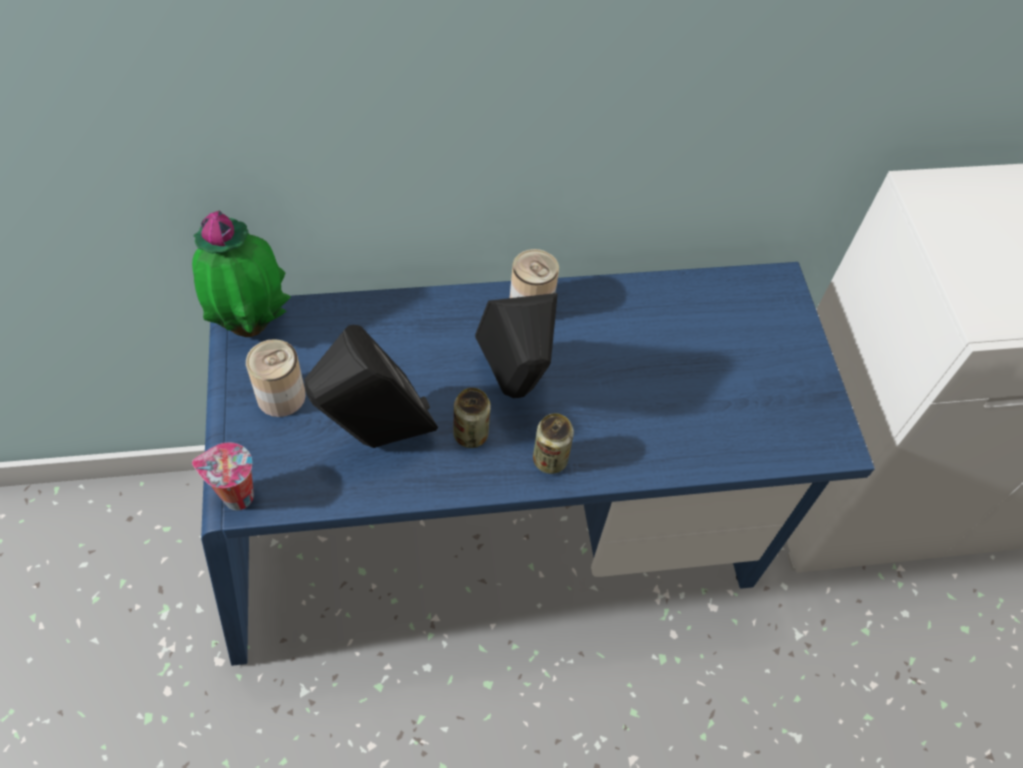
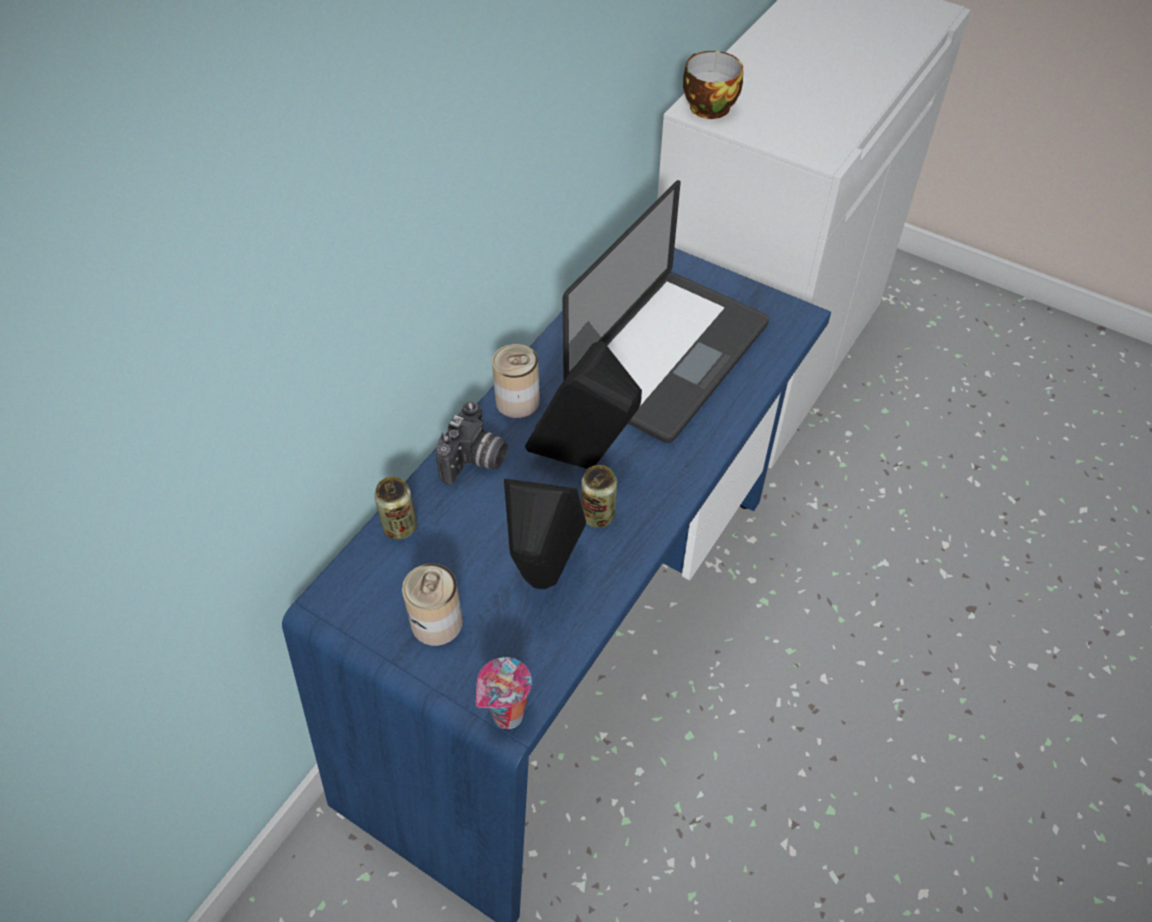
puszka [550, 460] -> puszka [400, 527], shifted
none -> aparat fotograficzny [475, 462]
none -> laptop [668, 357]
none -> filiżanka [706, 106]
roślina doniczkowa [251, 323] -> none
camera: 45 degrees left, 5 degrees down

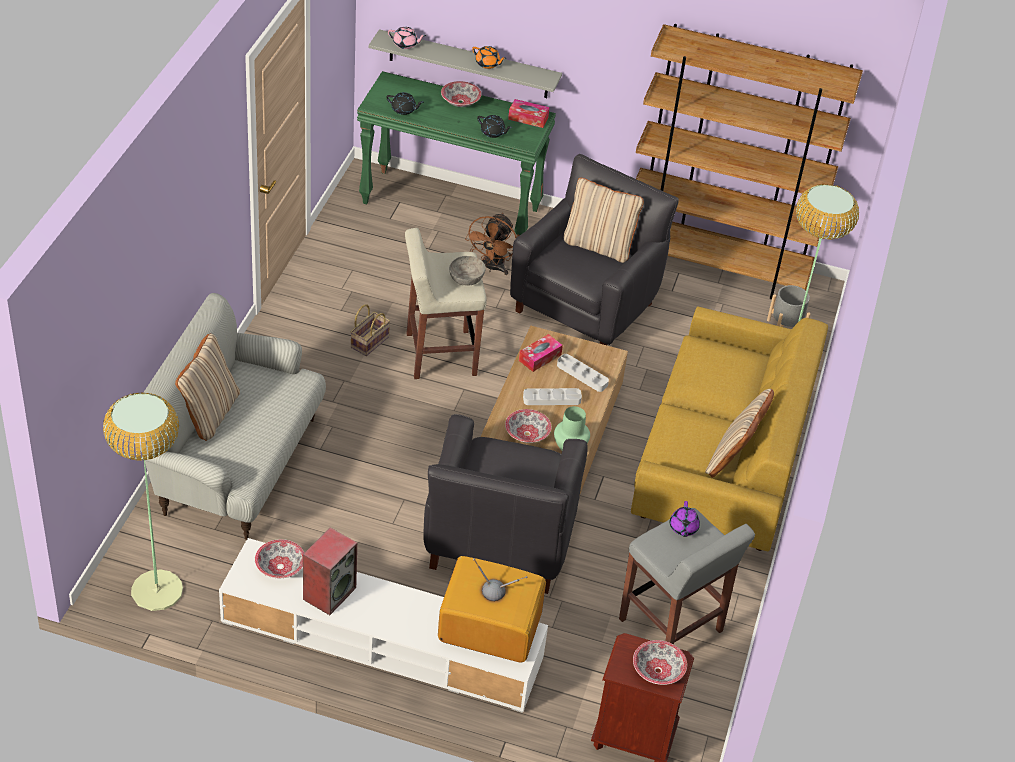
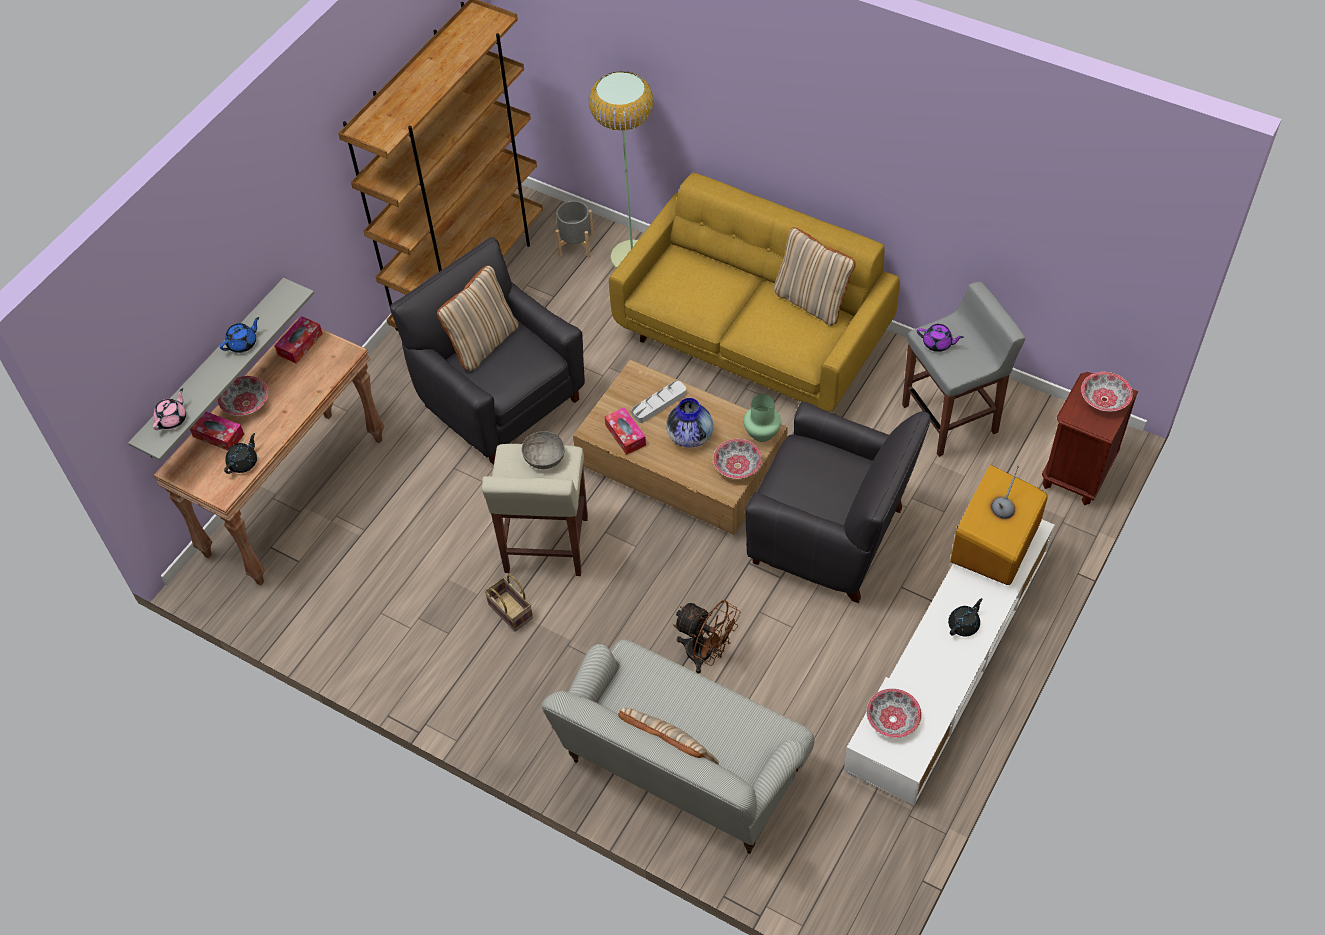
stolik konsolowy/zielony [451, 206] -> stolik konsolowy/brązowy [295, 495]
none -> pudełko chusteczek [218, 435]
imbryk/pomarańczowy [487, 64] -> imbryk/niebieski [243, 343]
taca/szary [552, 399] -> wazon [690, 436]
wentylator/brązowy [491, 268] -> wentylator/brązowy [706, 654], shifted
imbryk/czarny [493, 133] -> imbryk/czarny [964, 625], shifted
lampa stojąca [157, 590] -> none
głośnik [329, 592] -> none
camera: 70 degrees left, 10 degrees up

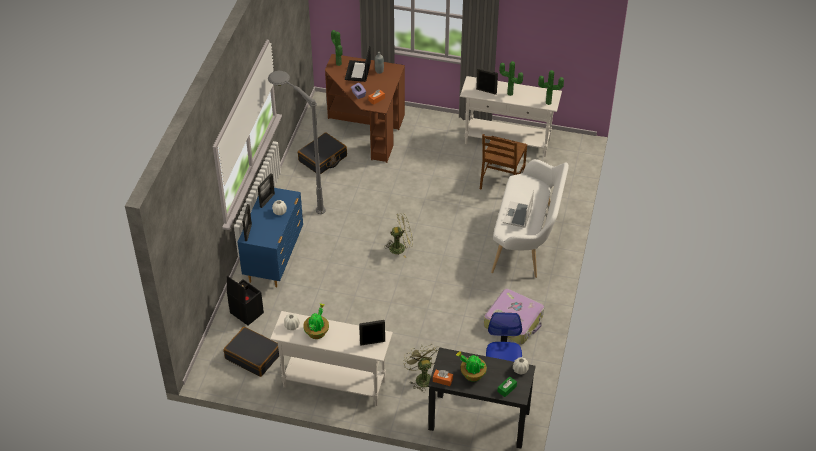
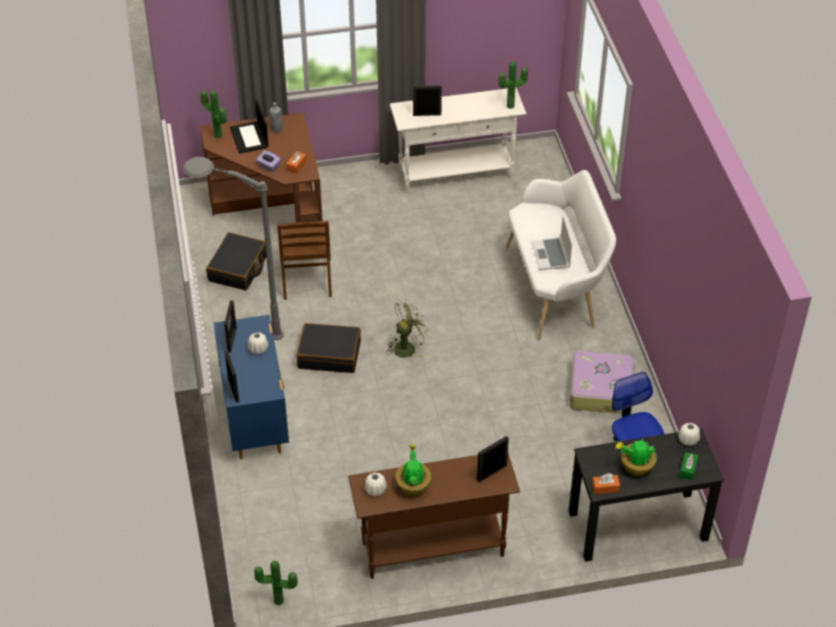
roślina doniczkowa [509, 94] -> roślina doniczkowa [279, 603], shifted
krzesło/brązowy [501, 180] -> krzesło/brązowy [307, 279], shifted
walizka/czarny [253, 356] -> walizka/czarny [329, 354], shifted
stolik konsolowy/biały [334, 383] -> stolik konsolowy/brązowy [432, 549]
pojemnik do przechowywania/czarny [246, 312] -> none
wentylator/zielony [422, 377] -> none
camera: 25 degrees left, 0 degrees up

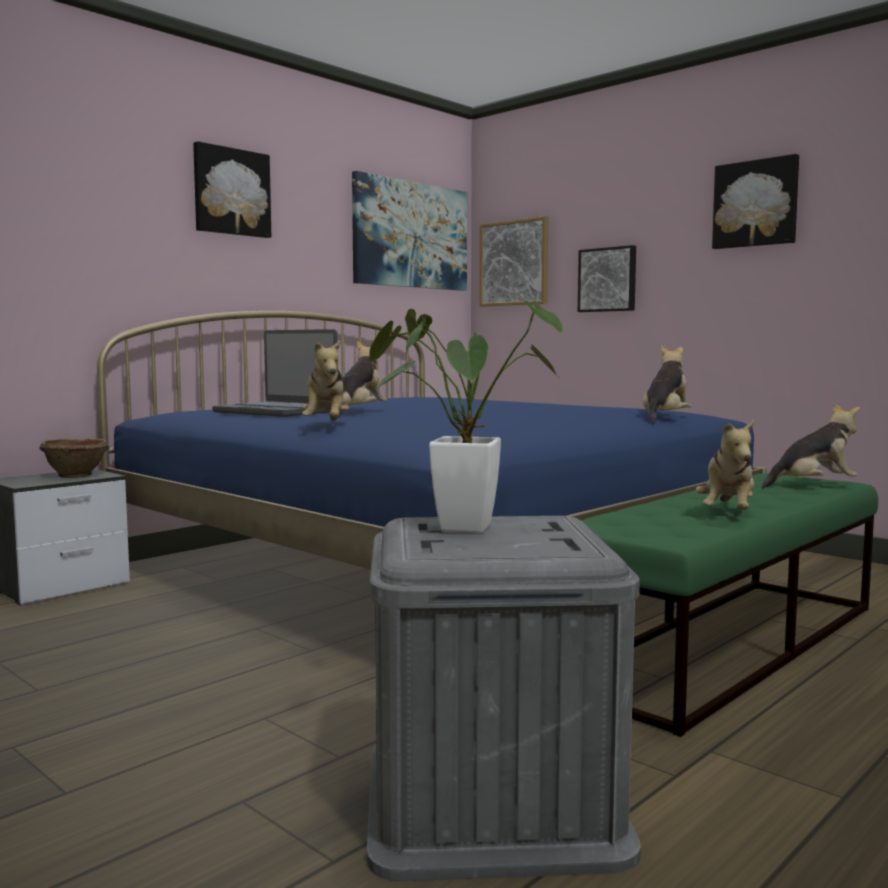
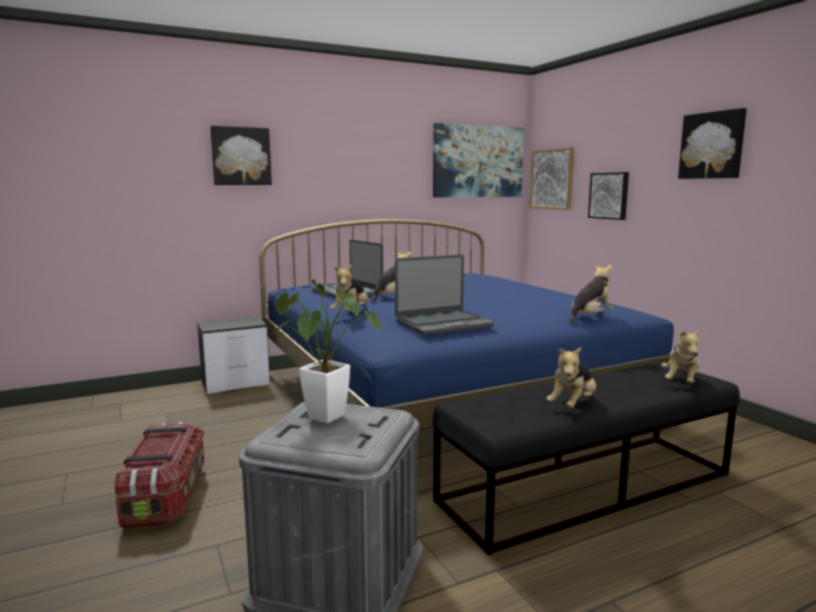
none -> pojemnik do przechowywania [166, 496]
obraz [231, 192] -> obraz [241, 156], shifted
none -> laptop [443, 324]
ławka/zielony [726, 643] -> ławka/czarny [588, 487]
pluszak [813, 486] -> pluszak [681, 381], 105 degrees clockwise
miska/brązowy [76, 475] -> none
camera: 20 degrees right, 5 degrees up

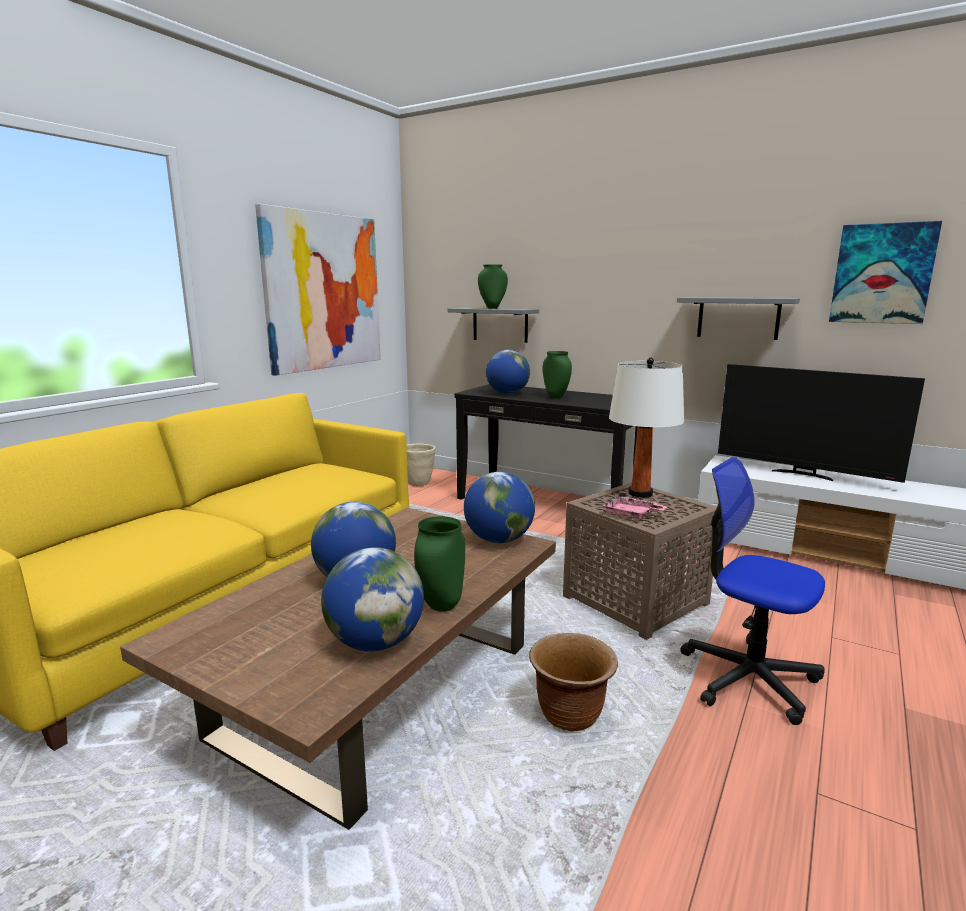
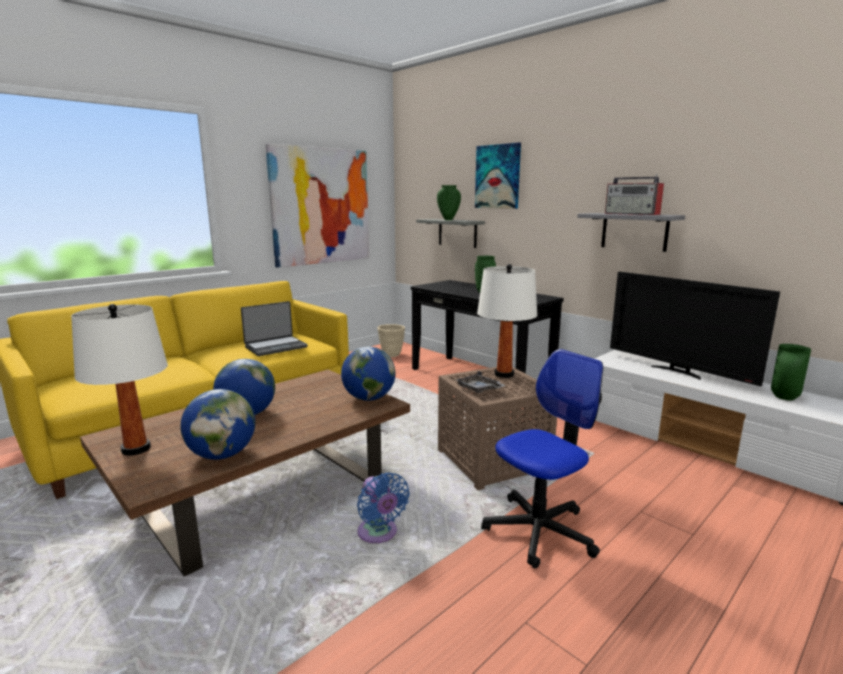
none -> lampa stołowa/biały [136, 449]
none -> laptop [275, 347]
donica/brązowy [570, 716] -> wentylator/niebieski [379, 534]
taca/różowy [632, 514] -> taca/szary [479, 389]
obraz [882, 274] -> obraz [498, 176], shifted
krzesło biurowe [748, 678] -> krzesło biurowe [539, 531], 90 degrees clockwise
none -> radio [632, 214]
wazon/zielony [440, 606] -> wazon/zielony [783, 397], shifted
globus [507, 393] -> none
camera: 15 degrees right, 0 degrees up

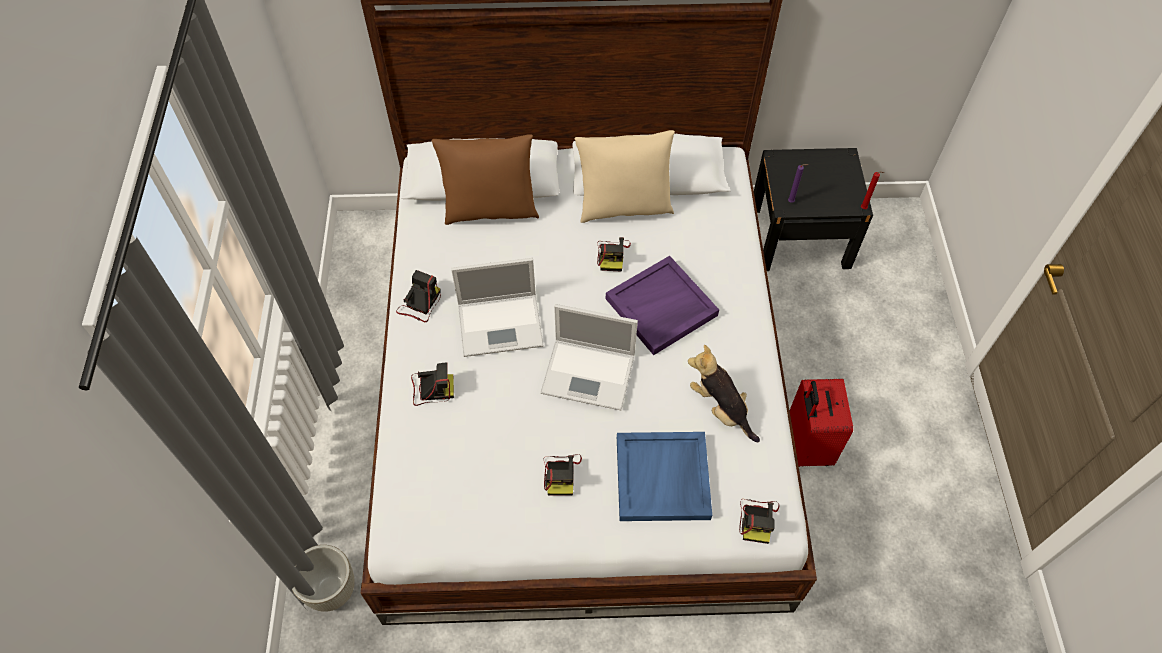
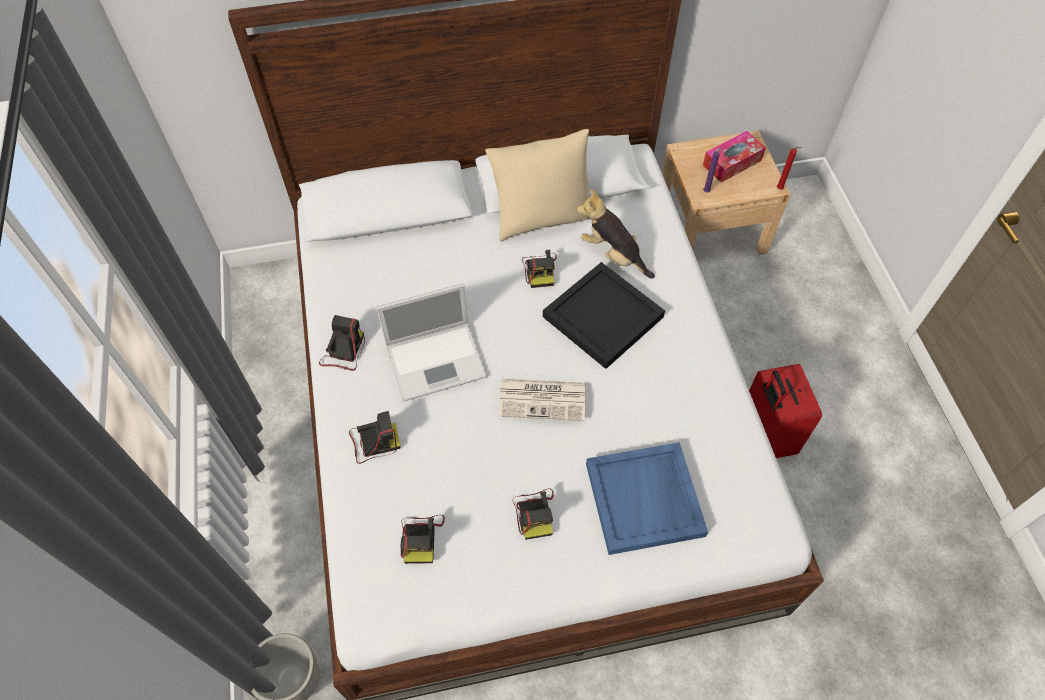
aparat fotograficzny [757, 519] -> aparat fotograficzny [421, 538], shifted
laptop [590, 374] -> gazeta [543, 399]
taca/fioletowy [661, 308] -> taca/czarny [603, 318]
pluszak [720, 408] -> pluszak [613, 254], shifted
szafka nocna/czarny [799, 237] -> szafka nocna/beżowy [710, 229]
none -> pudełko chusteczek [732, 163]
poduszka/brązowy [490, 210] -> none
camera: 10 degrees left, 0 degrees up

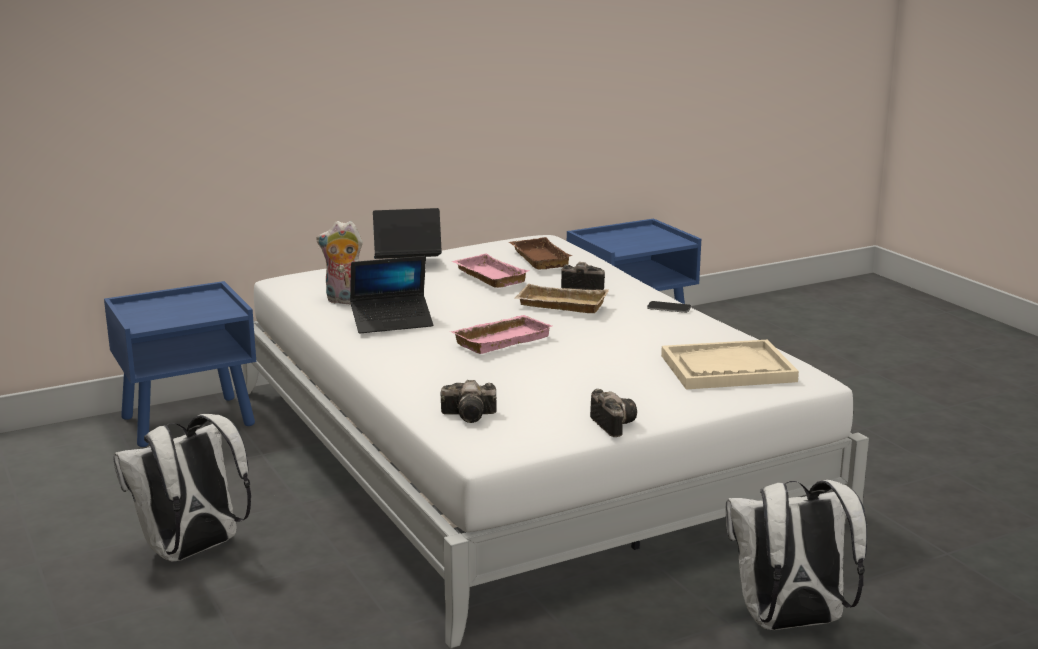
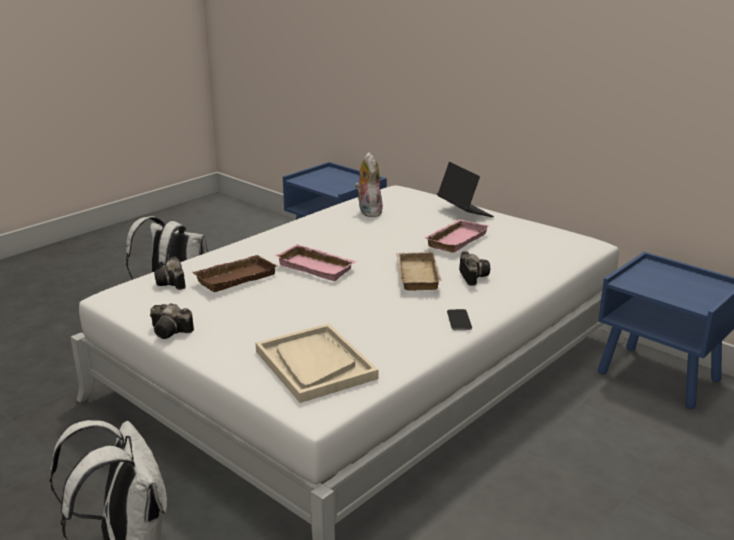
aparat fotograficzny [612, 424] -> aparat fotograficzny [172, 331], 60 degrees clockwise
taca/brązowy [537, 259] -> taca/brązowy [235, 277], shifted
laptop [392, 322] -> none
camera: 70 degrees right, 5 degrees up

